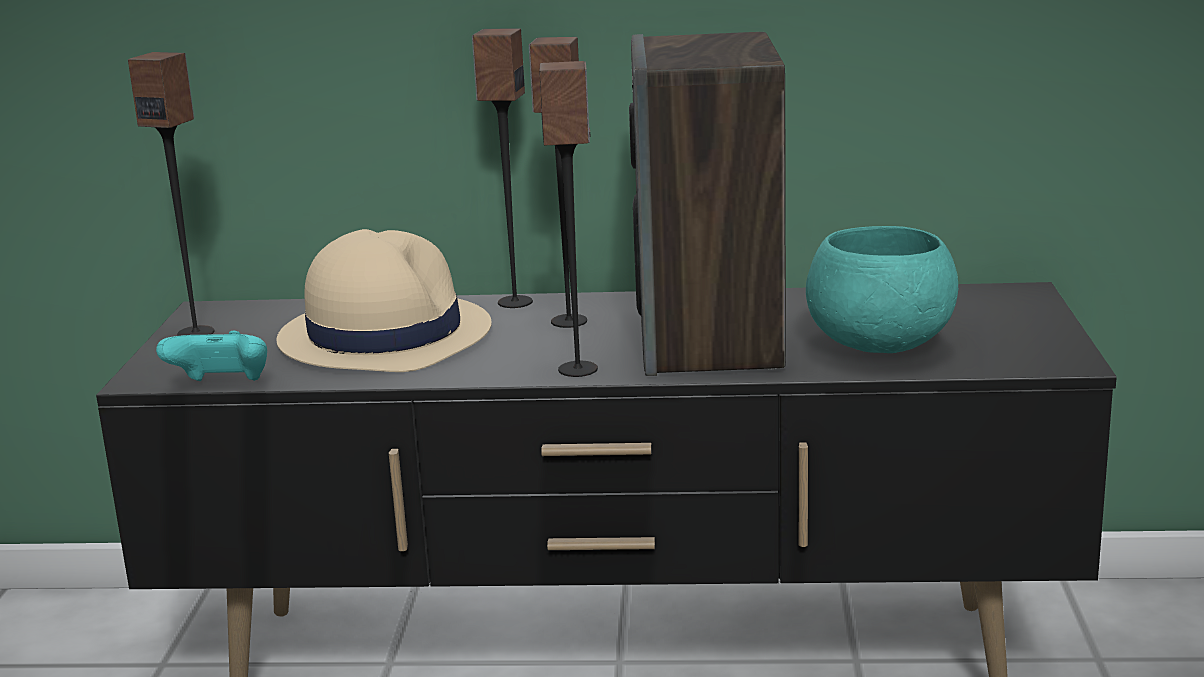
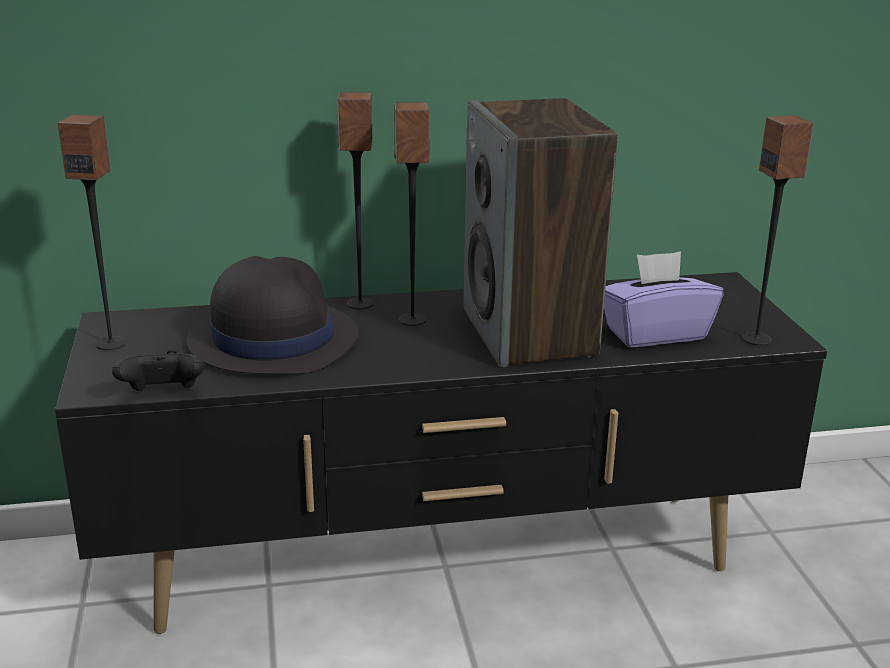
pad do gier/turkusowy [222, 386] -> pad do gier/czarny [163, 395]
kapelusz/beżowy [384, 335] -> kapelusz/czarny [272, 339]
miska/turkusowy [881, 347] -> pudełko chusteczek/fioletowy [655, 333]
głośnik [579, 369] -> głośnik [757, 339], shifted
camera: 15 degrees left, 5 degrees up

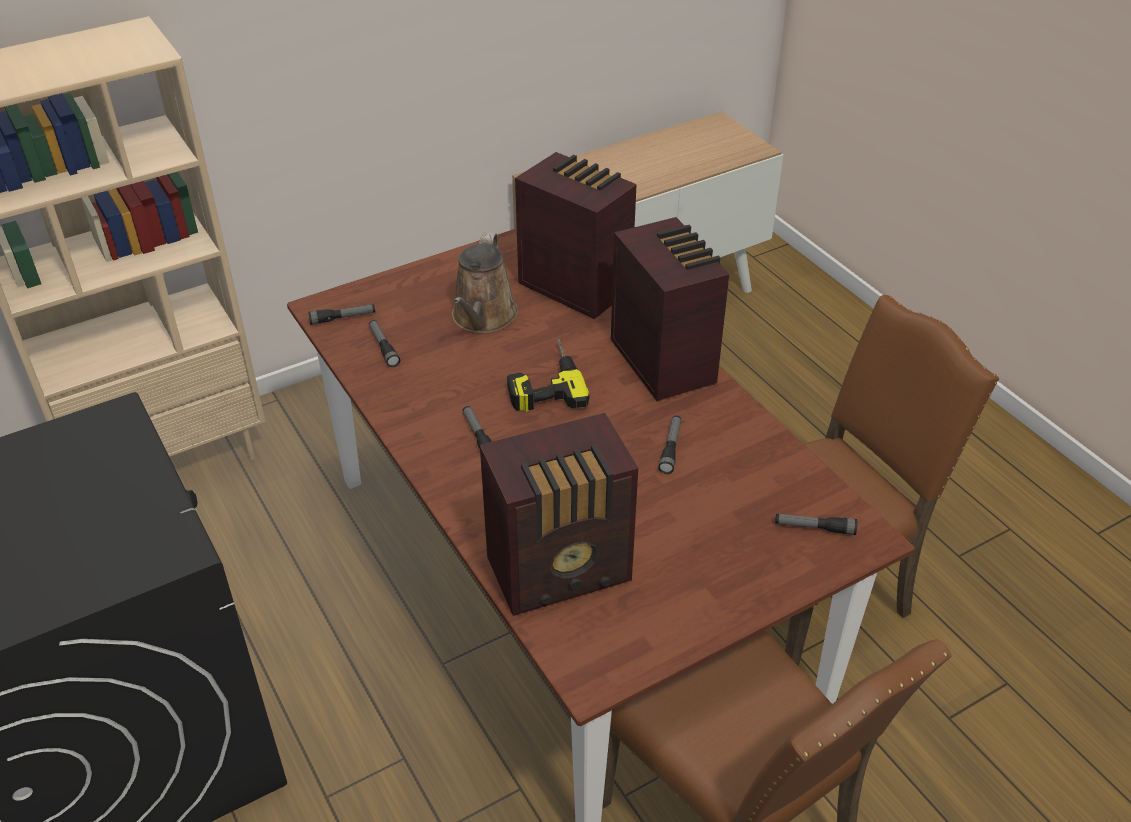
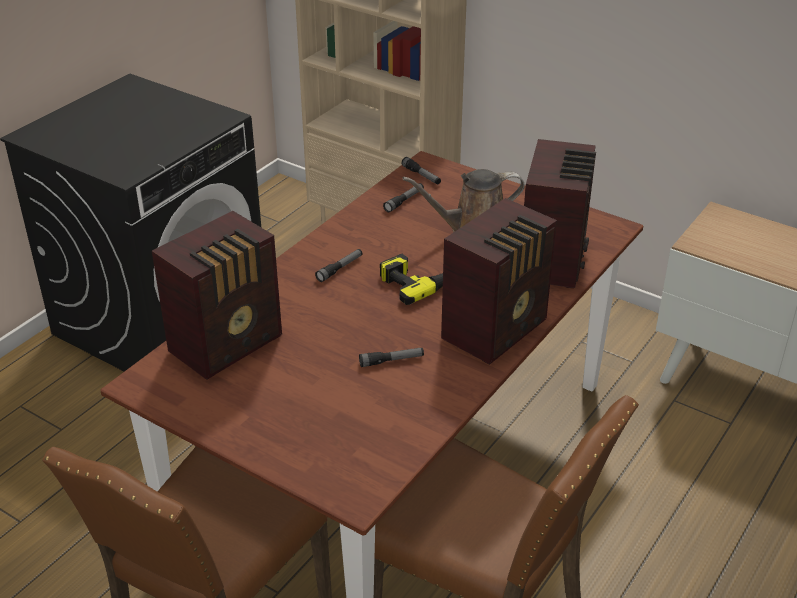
radio [562, 571] -> radio [229, 344], 90 degrees counterclockwise
latarka [814, 528] -> none
camera: 65 degrees right, 5 degrees down

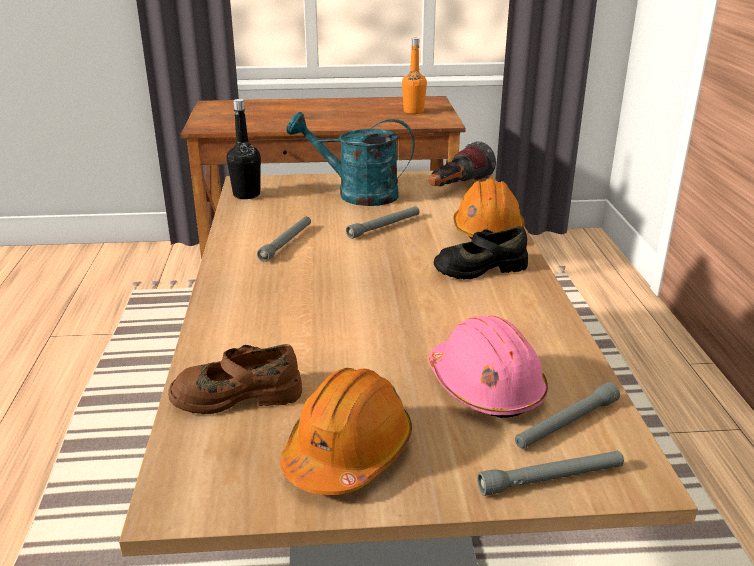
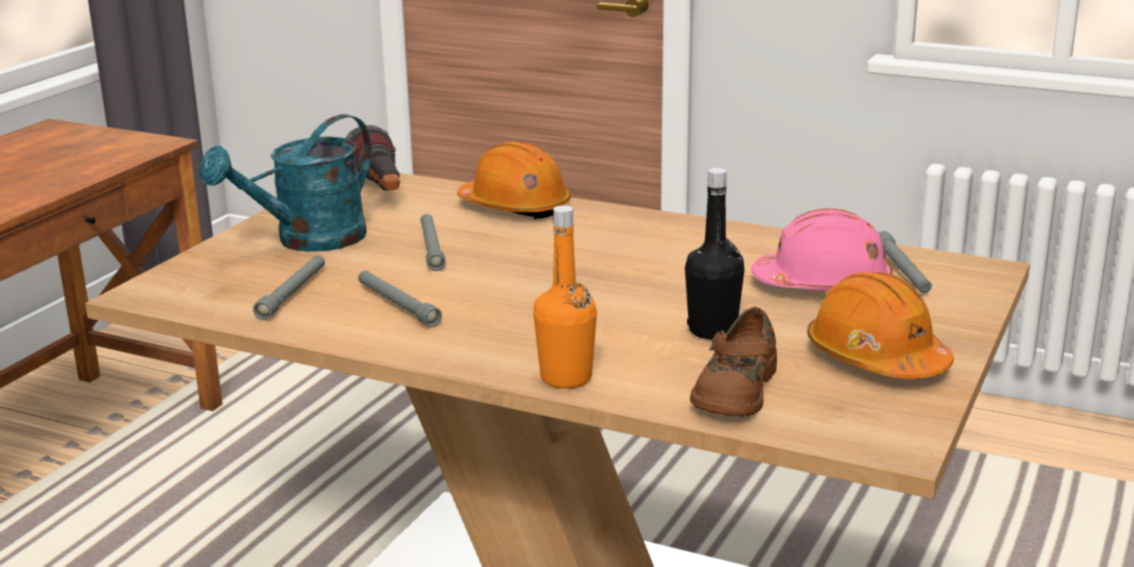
latarka/szary [551, 479] -> latarka/szary [293, 294], shifted
butelka/pomarańczowy [413, 111] -> butelka/pomarańczowy [566, 378], shifted
butelka/czarny [246, 194] -> butelka/czarny [712, 330], shifted
but/czarny [479, 268] -> none
camera: 60 degrees left, 5 degrees down

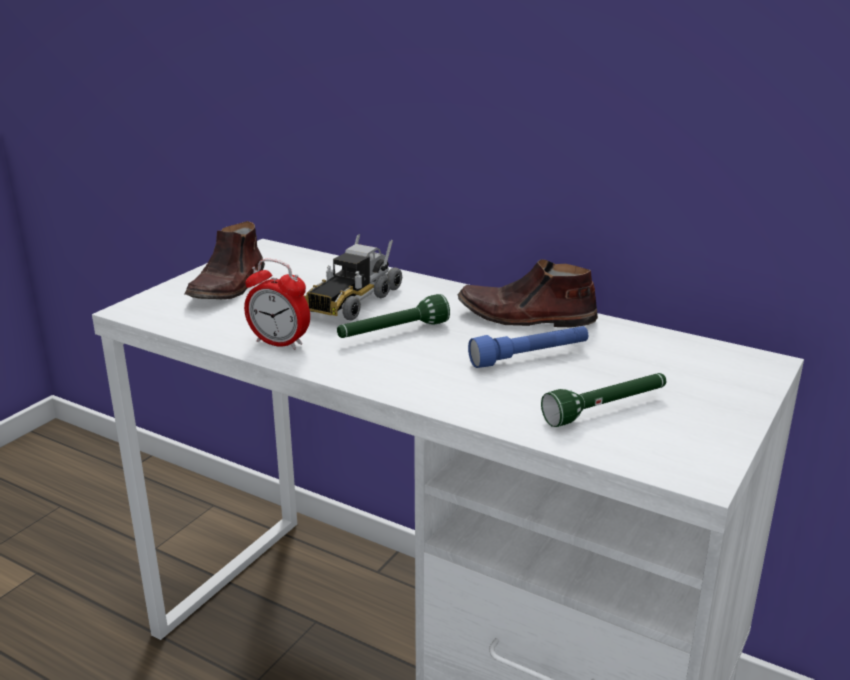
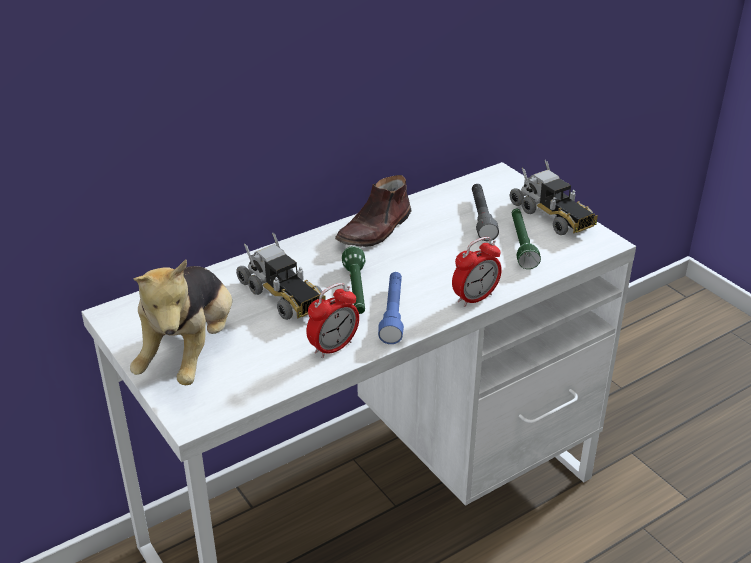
but/brązowy [229, 286] -> pluszak [190, 352]
latarka/niebieski [529, 357] -> latarka/niebieski [393, 314], shifted
none -> budzik [475, 298]
none -> latarka/szary [481, 218]
none -> ciężarówka zabawkowa [553, 216]
camera: 65 degrees left, 10 degrees up

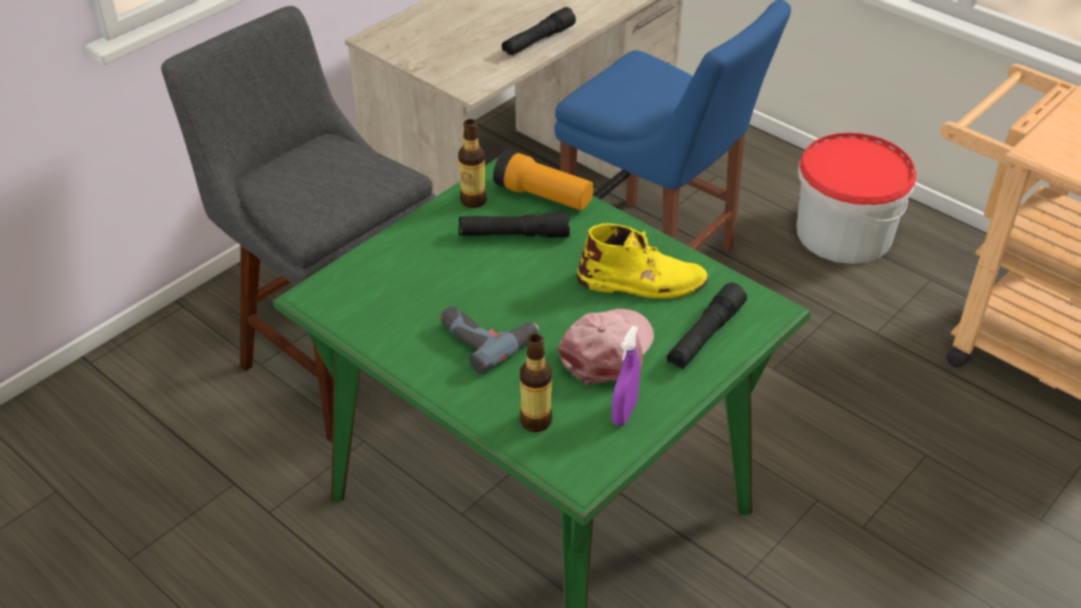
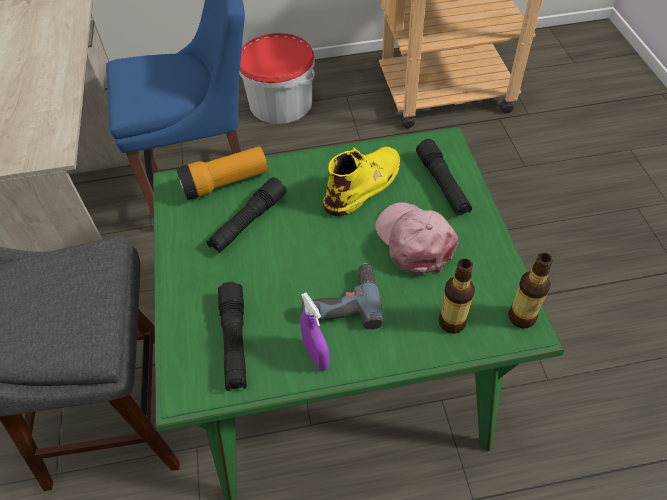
latarka/czarny [538, 41] -> latarka/czarny [235, 341], shifted
spryskiwacz/fioletowy [624, 413] -> spryskiwacz/fioletowy [316, 356], shifted
butelka [473, 201] -> butelka [521, 317], shifted
camera: 50 degrees left, 10 degrees up

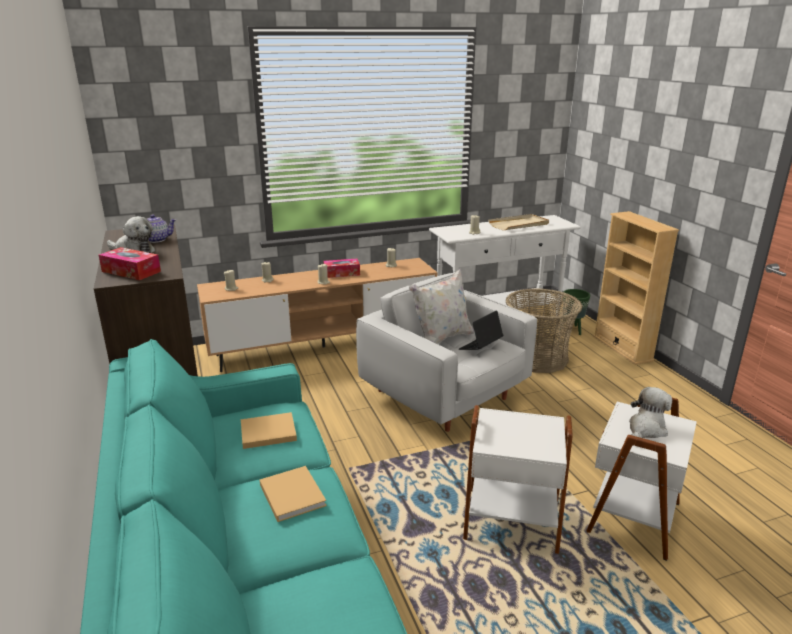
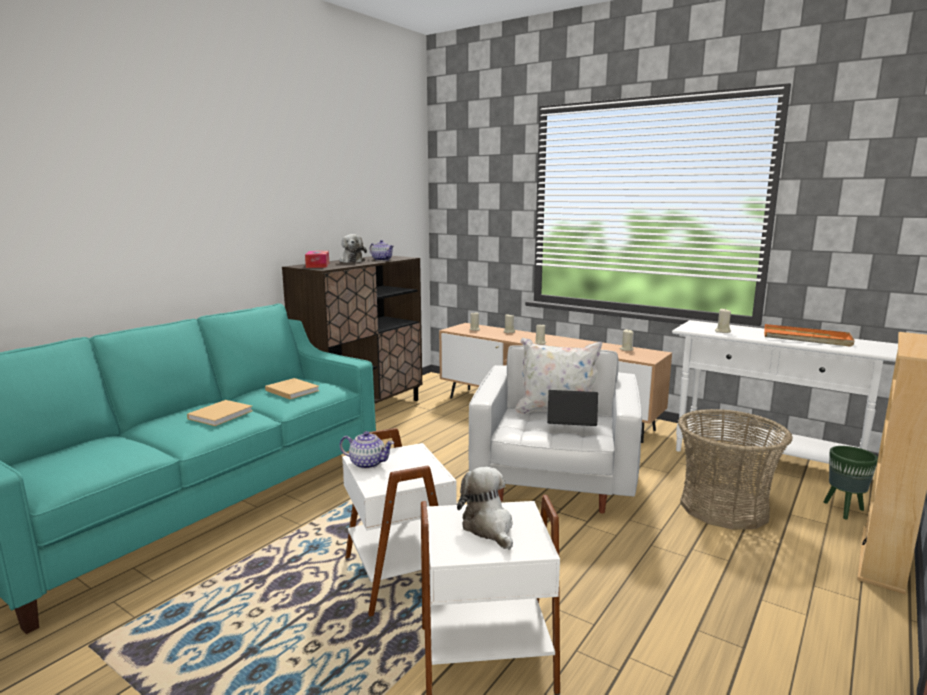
none -> imbryk [367, 463]
pluszak [645, 429] -> pluszak [489, 527], 120 degrees counterclockwise
taca/beżowy [519, 224] -> taca/pomarańczowy [806, 338]
pudełko chusteczek [341, 273] -> none
camera: 55 degrees right, 10 degrees down

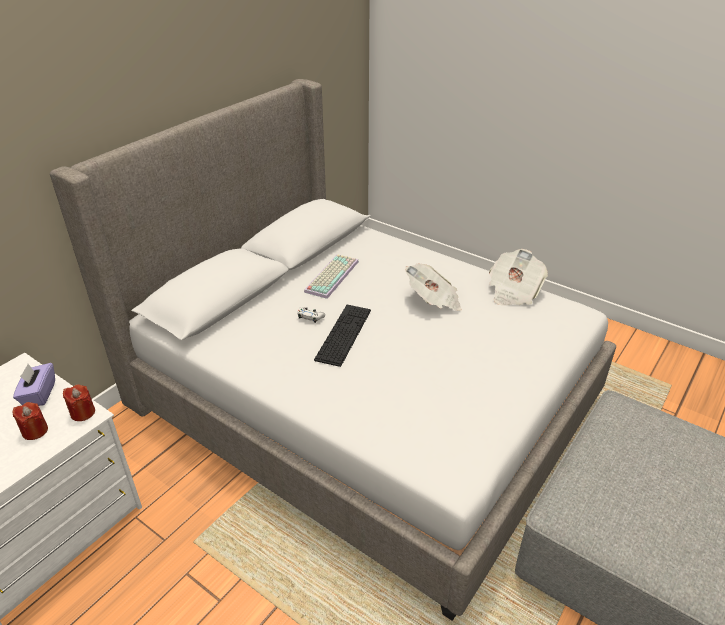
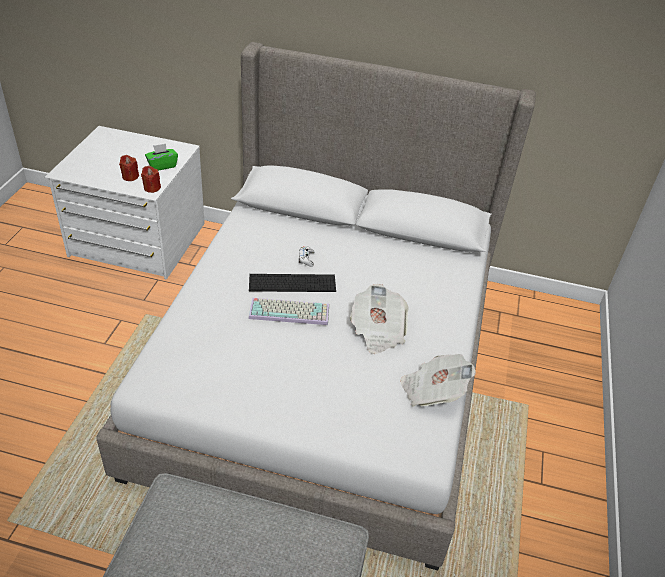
pudełko chusteczek/fioletowy [39, 394] -> pudełko chusteczek/zielony [162, 165]
klawiatura [331, 275] -> klawiatura [290, 311], shifted
camera: 65 degrees right, 5 degrees up

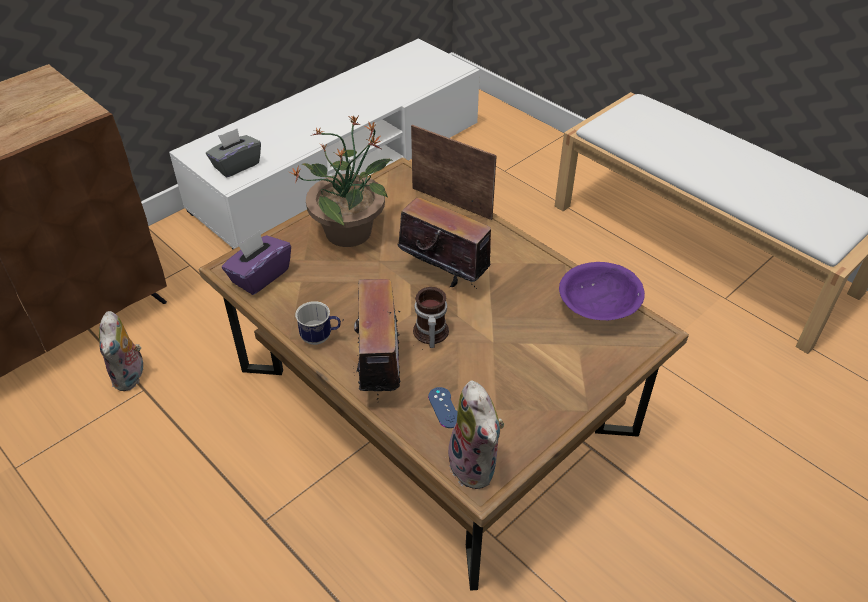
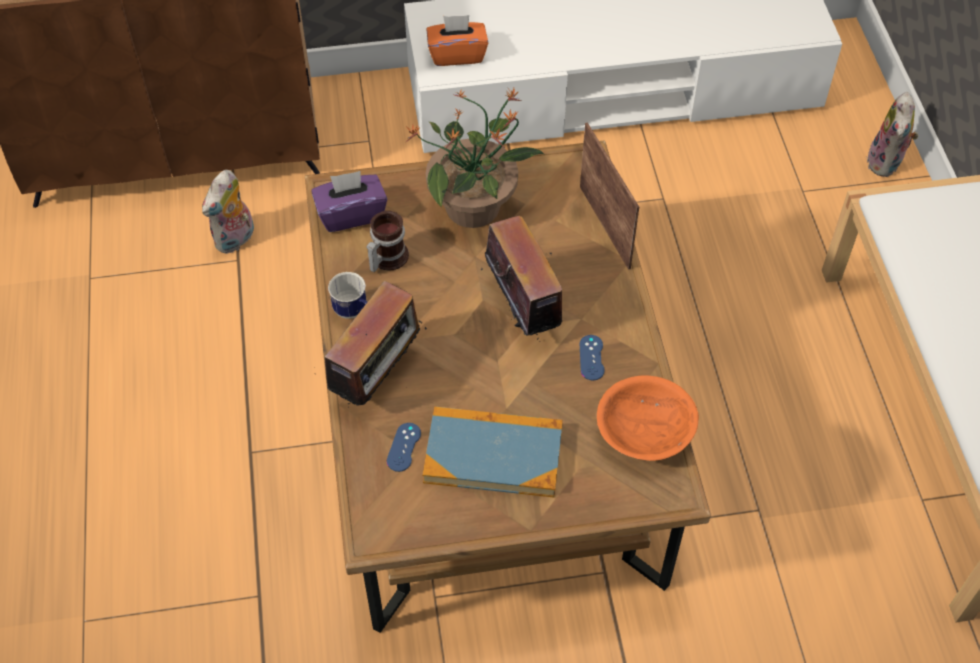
kubek [429, 334] -> kubek [385, 257], shifted
none -> książka [493, 454]
pudełko chusteczek/szary [236, 165] -> pudełko chusteczek/pomarańczowy [457, 54]
none -> pad do gier/niebieski [591, 357]
miska/fioletowy [598, 307] -> miska/pomarańczowy [645, 432]
pluszak [477, 466] -> pluszak [886, 163], shifted
camera: 35 degrees right, 10 degrees up

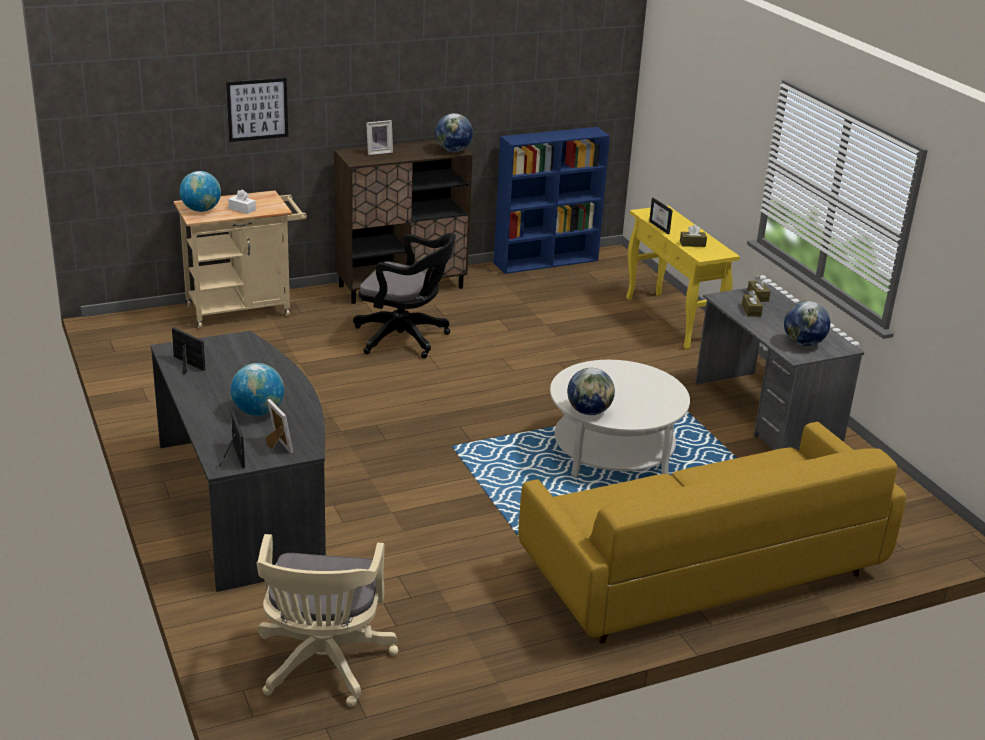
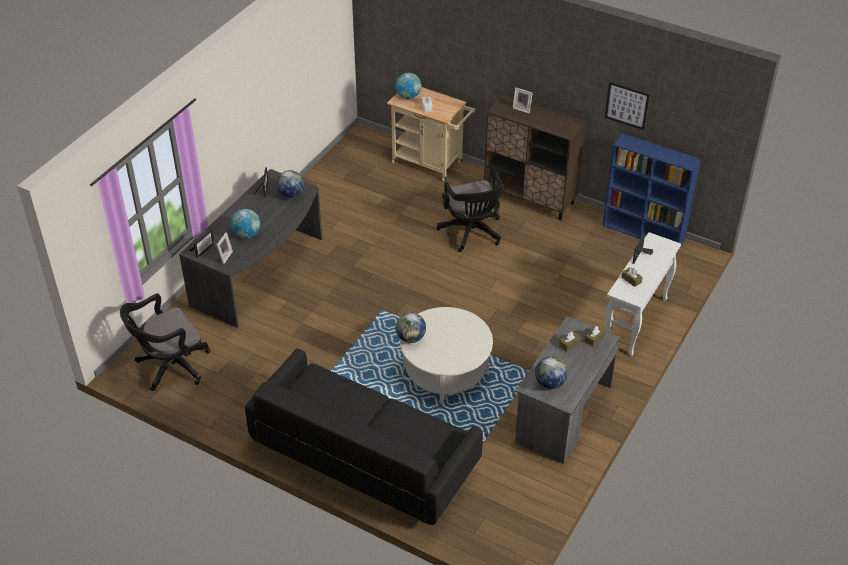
krzesło biurowe/beżowy [322, 666] -> krzesło biurowe/czarny [170, 367]
kanapa/żółty [700, 570] -> kanapa/czarny [365, 456]
globus [453, 151] -> globus [291, 195], shifted
obraz [257, 109] -> obraz [627, 105], shifted
stolik konsolowy/żółty [672, 321] -> stolik konsolowy/biały [635, 322]
camera: 55 degrees right, 15 degrees up

